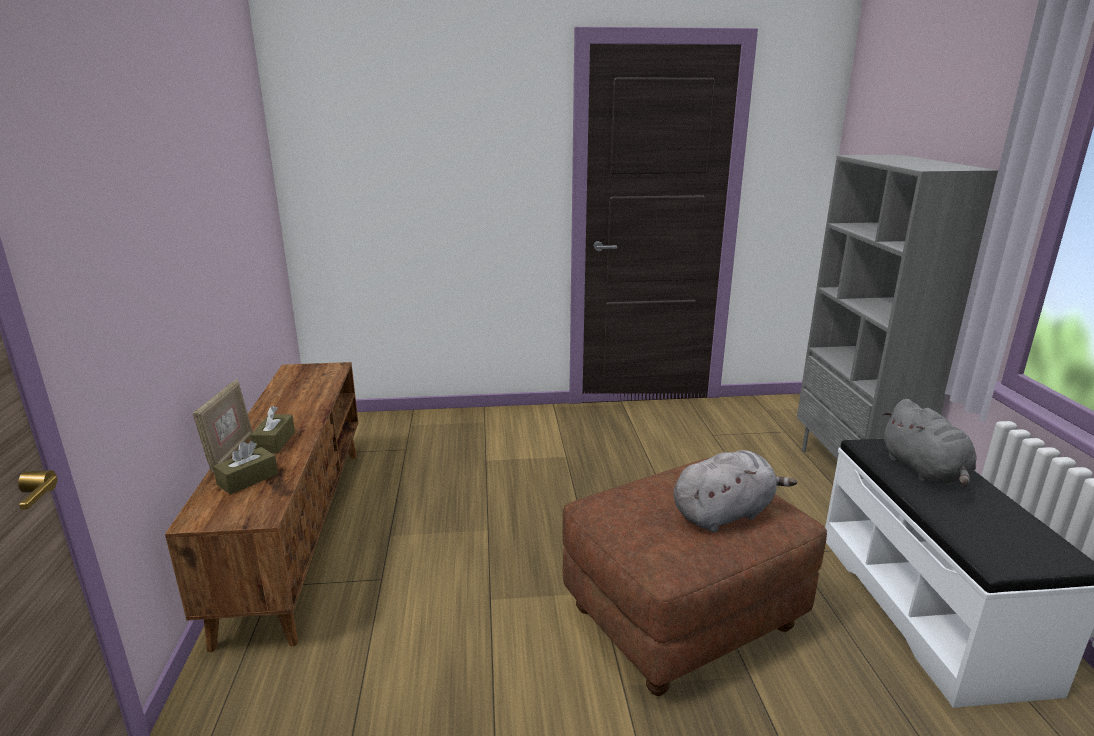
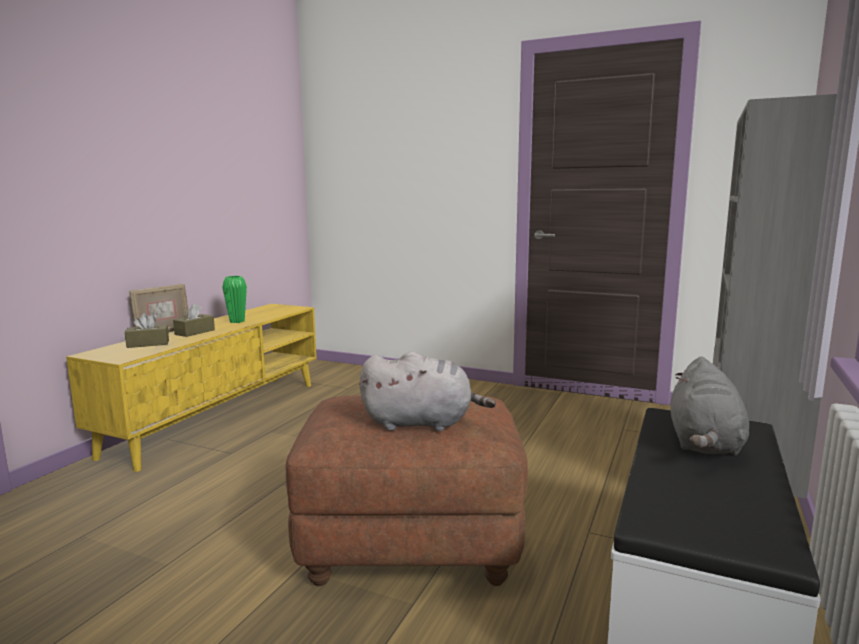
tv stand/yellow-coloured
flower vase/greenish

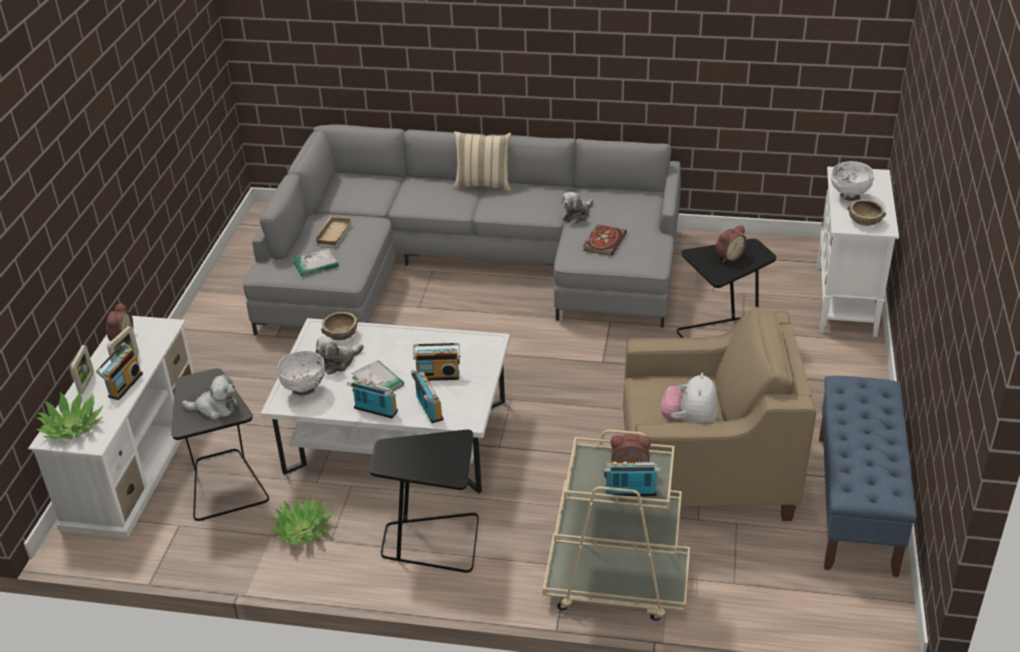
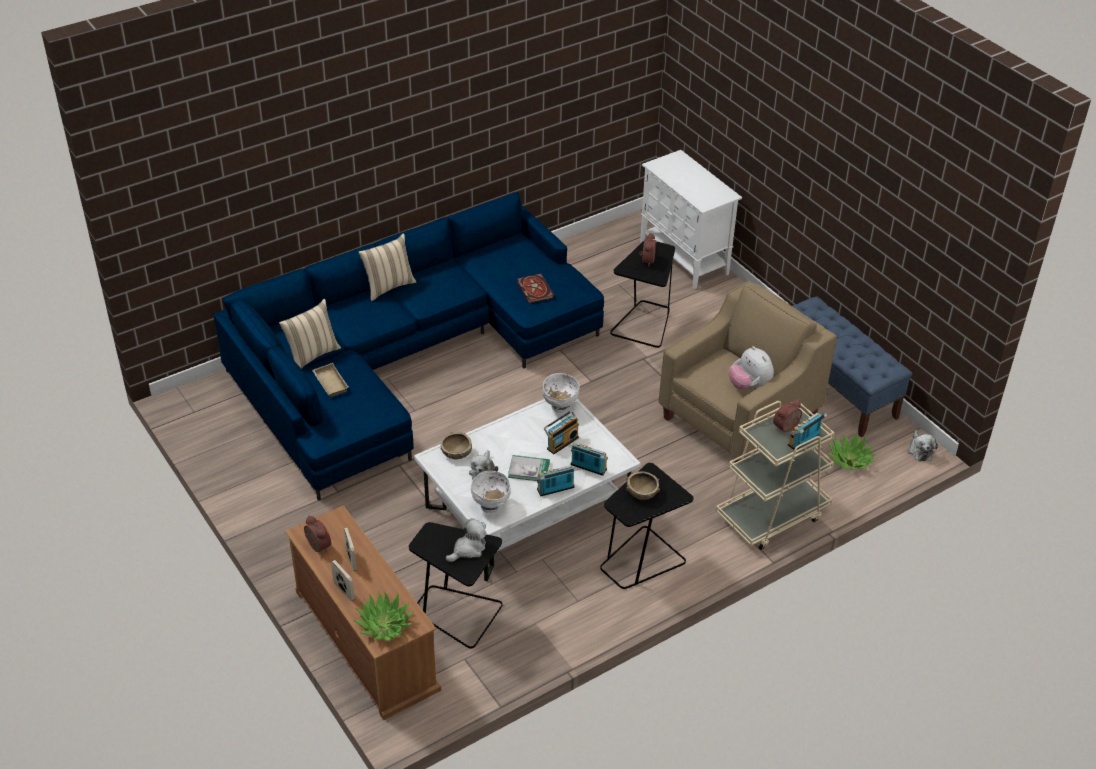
couch/bluish
bowl/white-coloured (no. 2 from left)
cuddly toy (no. 4 from left)
bowl/brownish (no. 2 from left)
volume (no. 1 from left in the first image)
tv stand/brownish
radio set (no. 1 from left in the first image)
potted plant (no. 2 from left)
pillow/sand-coloured (no. 1 from left)

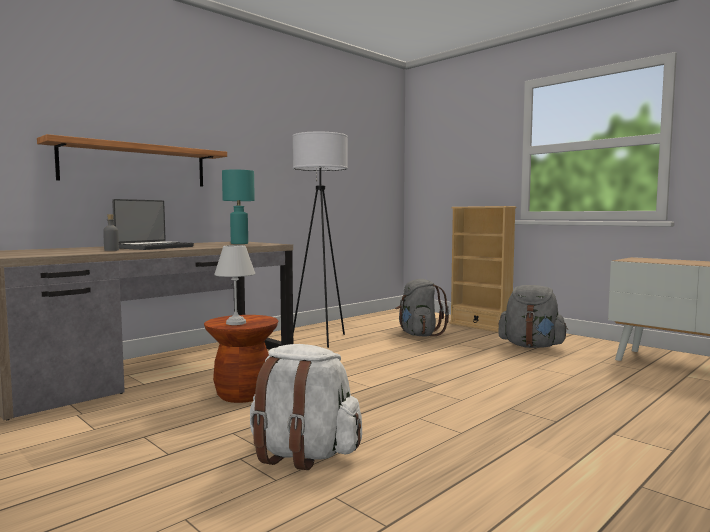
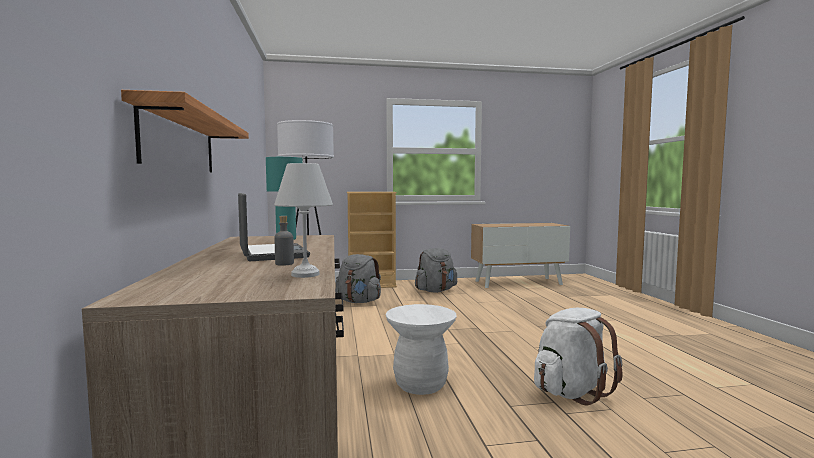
tabletop lamp/white-coloured
stool/white-coloured

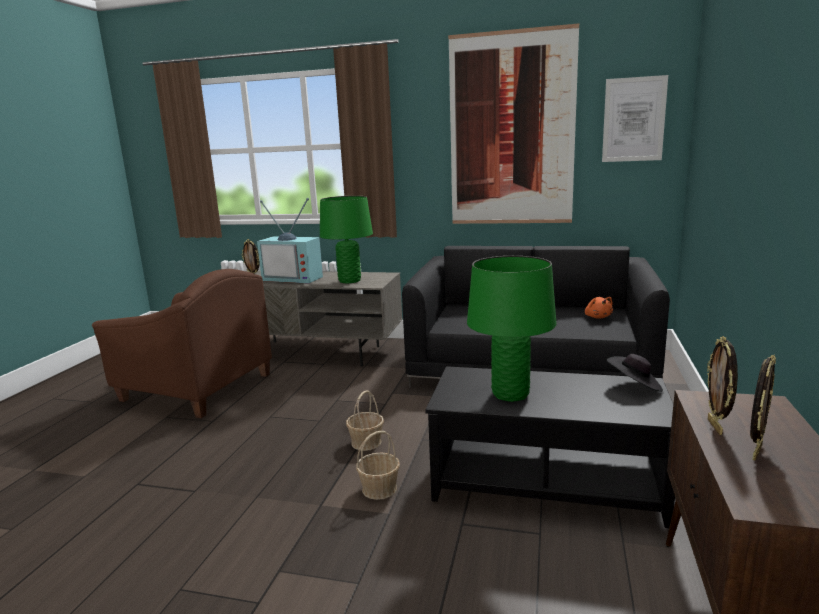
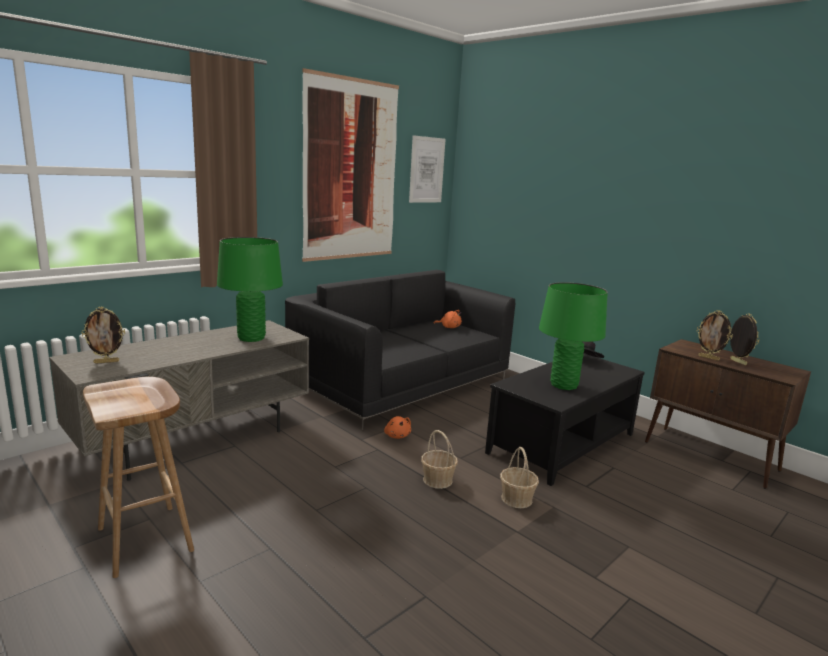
TV
stool/brownish
cuddly toy/orangey (no. 1 from left)

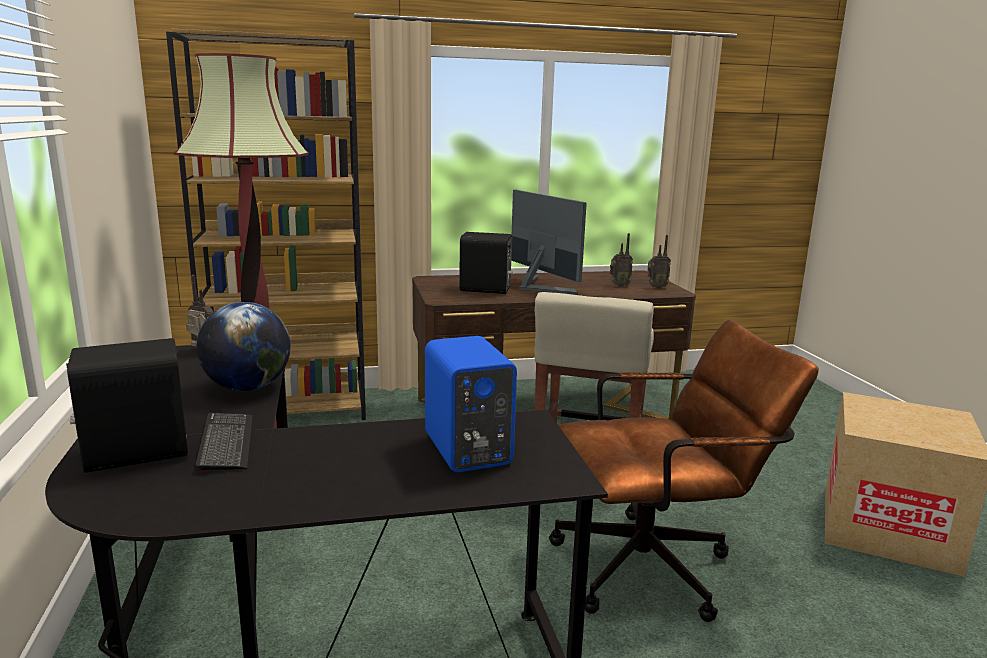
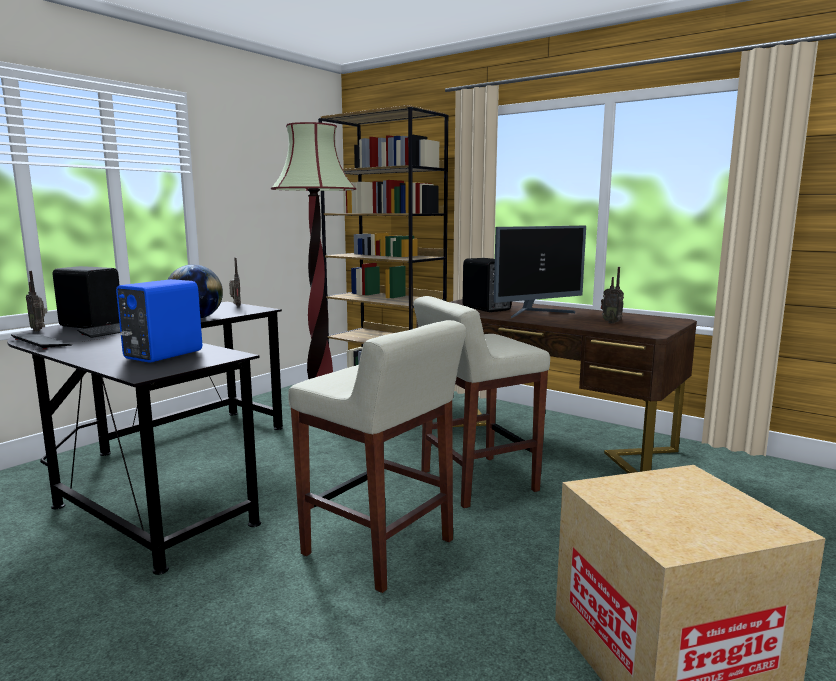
monitor
radio set (no. 1 from left)
stool/sand-coloured (no. 1 from left)
keyboard (no. 1 from left)

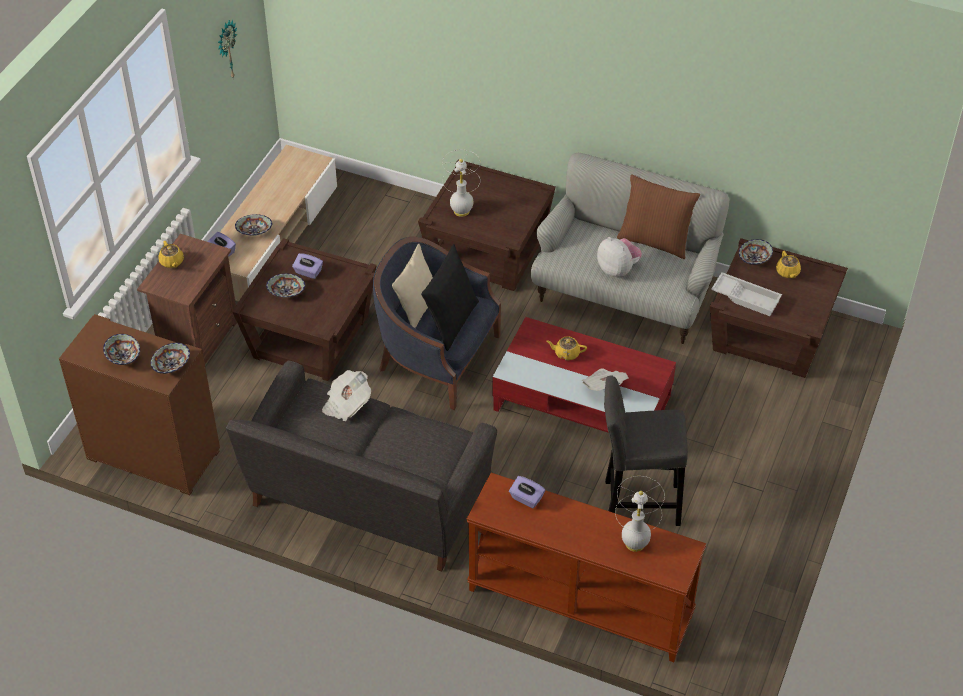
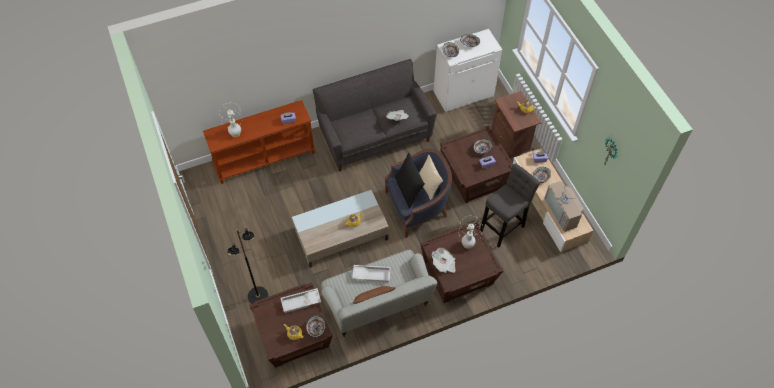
tray/white-coloured (no. 2 from left)
cupboard/white-coloured
coffee table/sand-coloured
daily paper (no. 2 from left)
stool/grey
TV
standing lamp/blackish

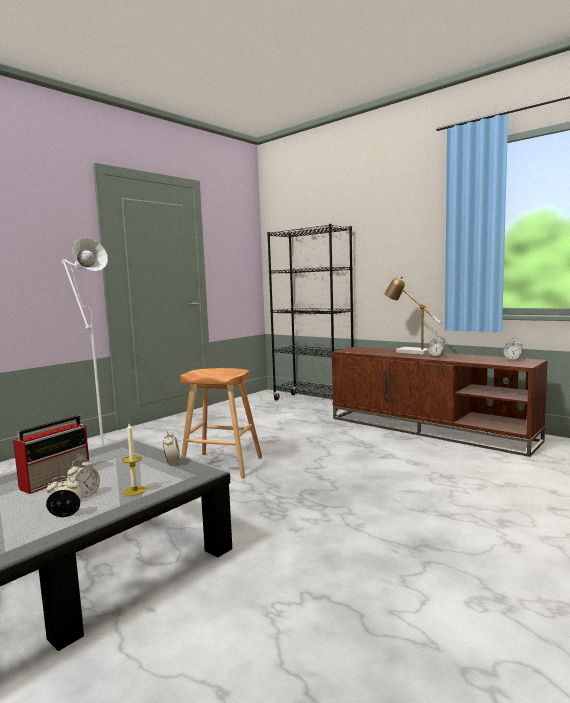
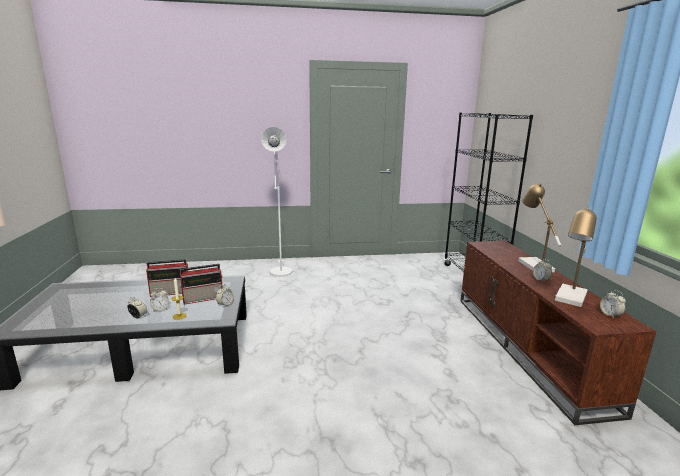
stool/brownish
tabletop lamp (no. 2 from left)
radio set (no. 2 from left)

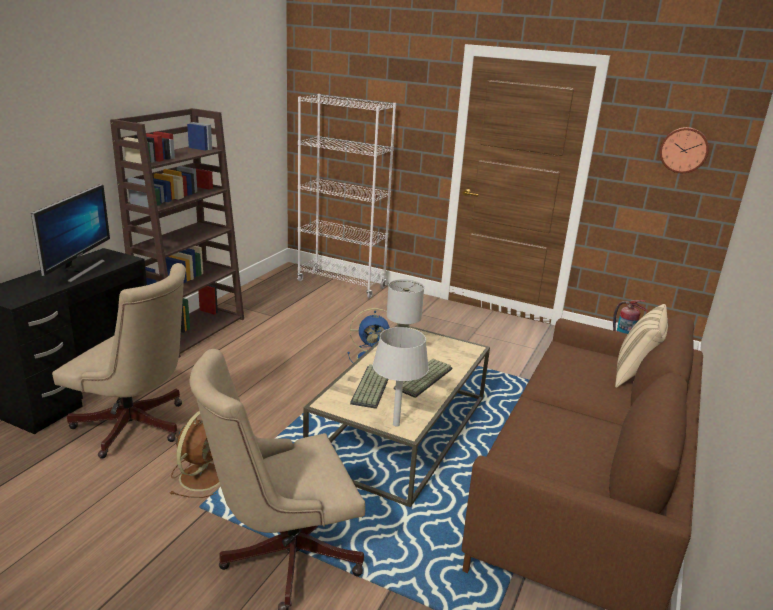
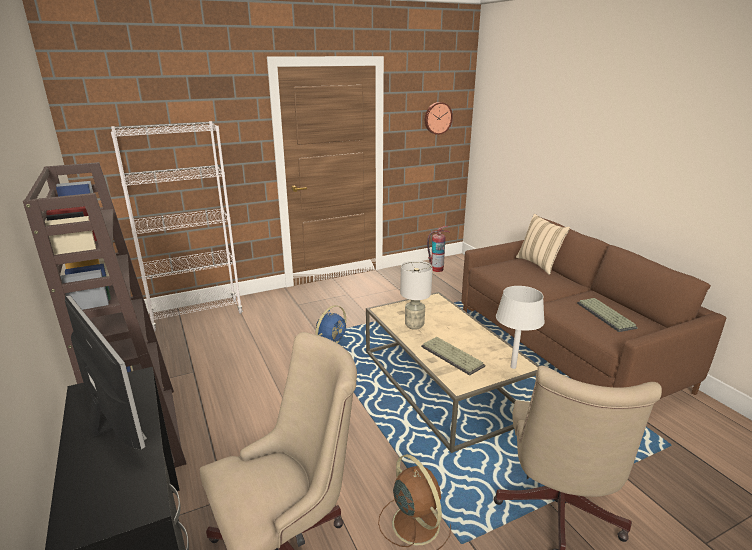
keyboard (no. 2 from left)

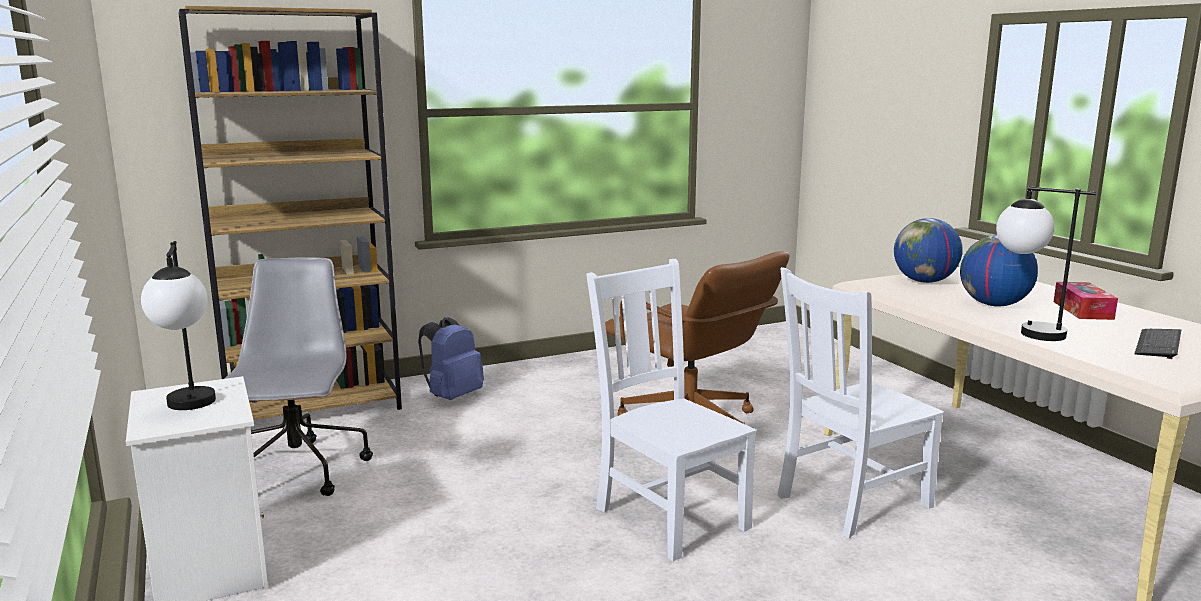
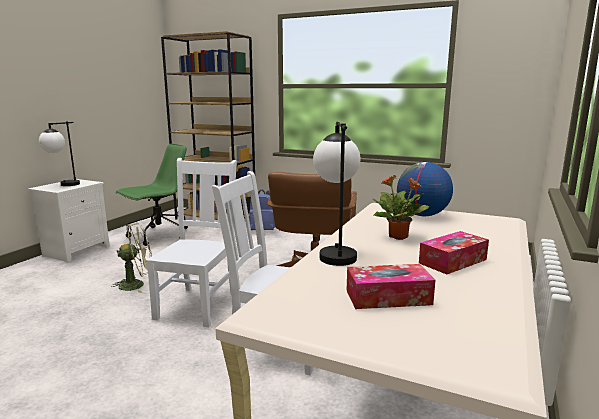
potted plant
office chair/greenish
tissue holder (no. 1 from left)
cooling fan/greenish

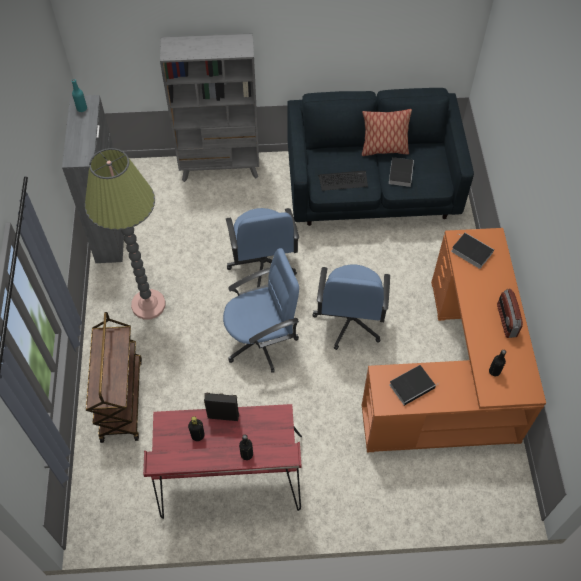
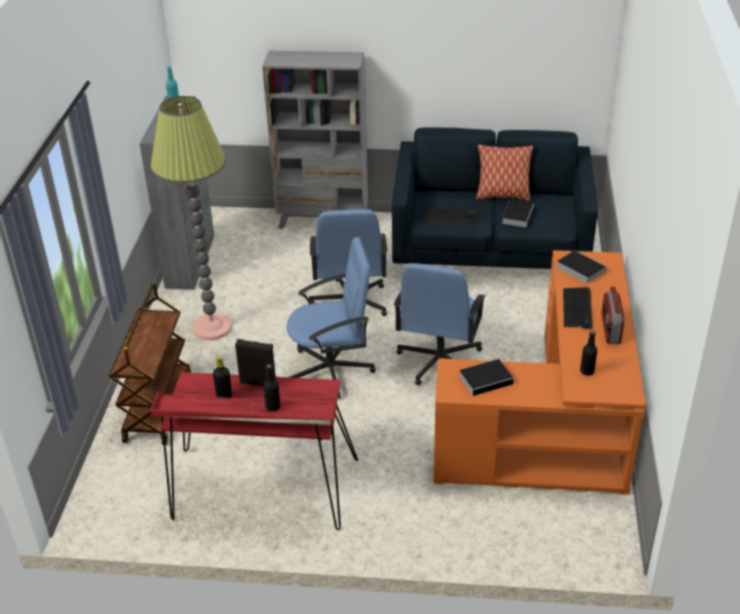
keyboard (no. 2 from left)

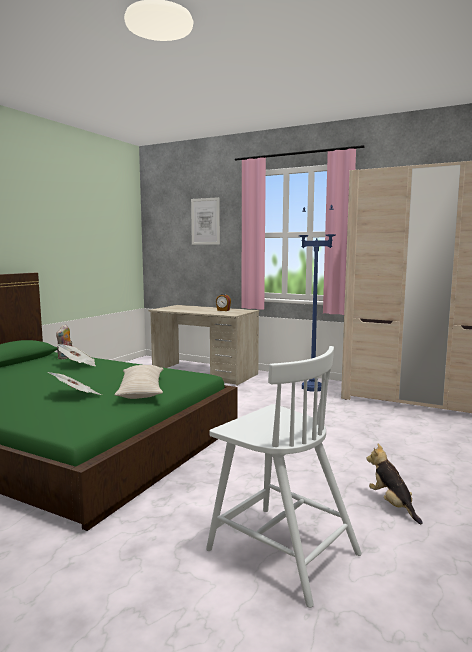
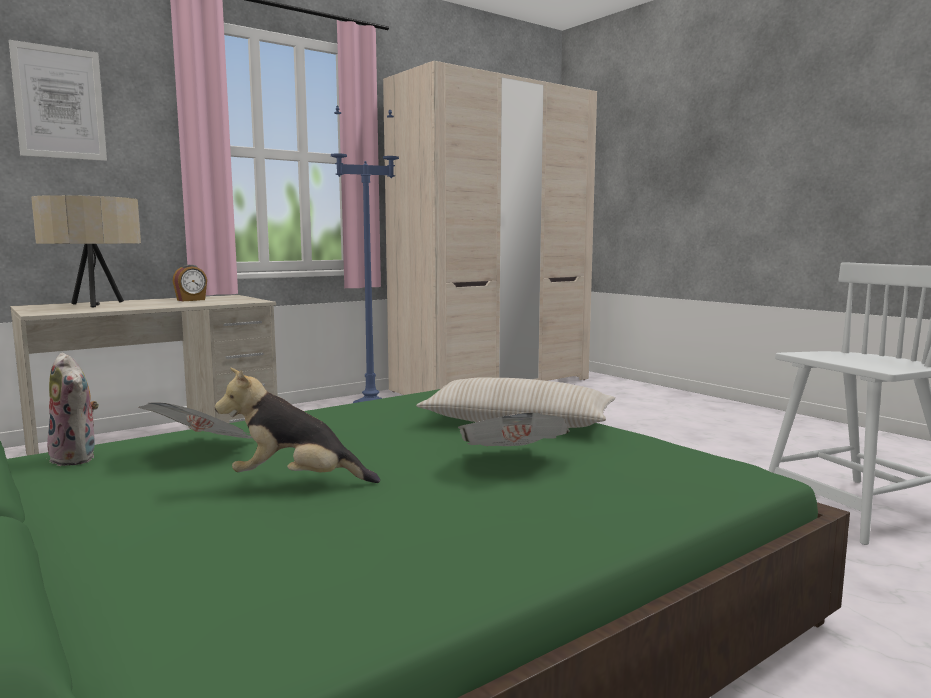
cuddly toy (no. 2 from left)
tabletop lamp/sand-coloured

